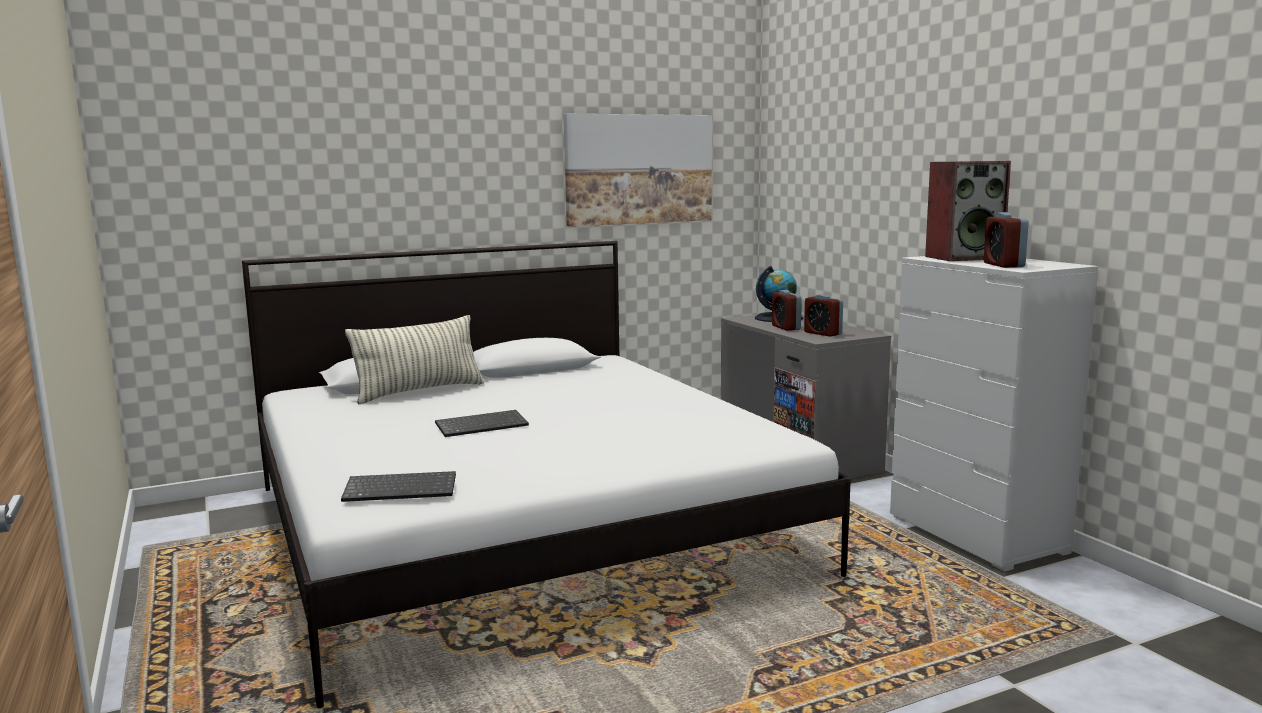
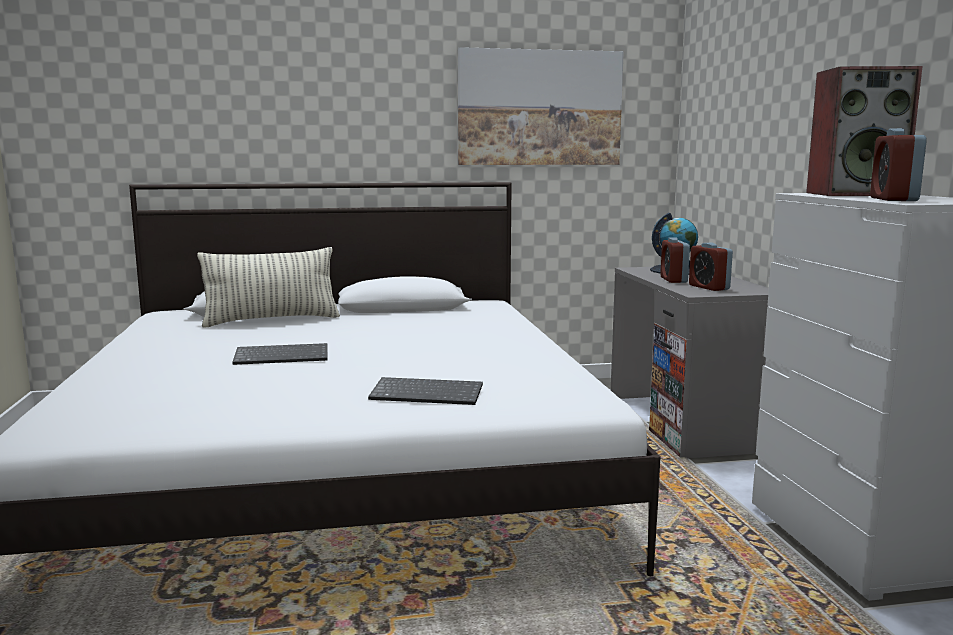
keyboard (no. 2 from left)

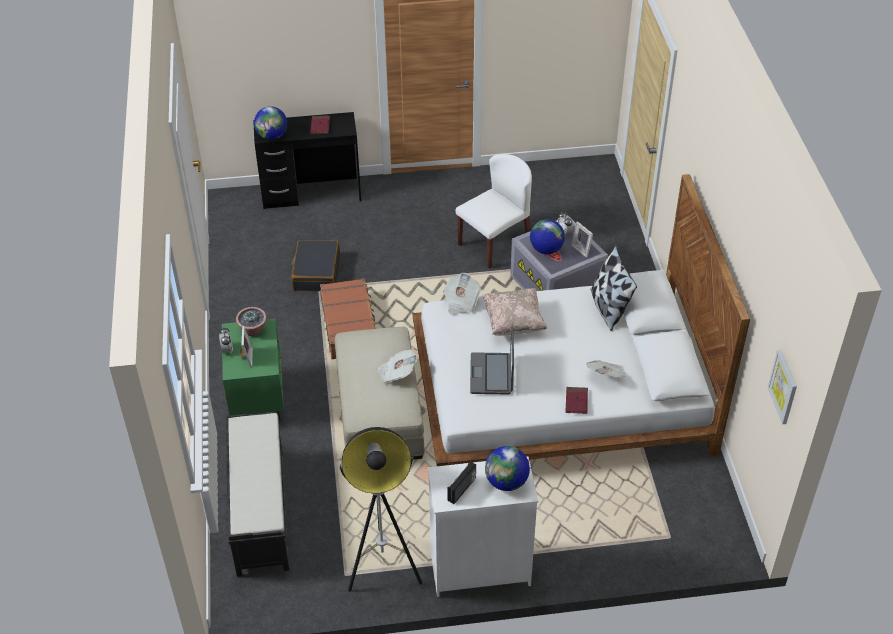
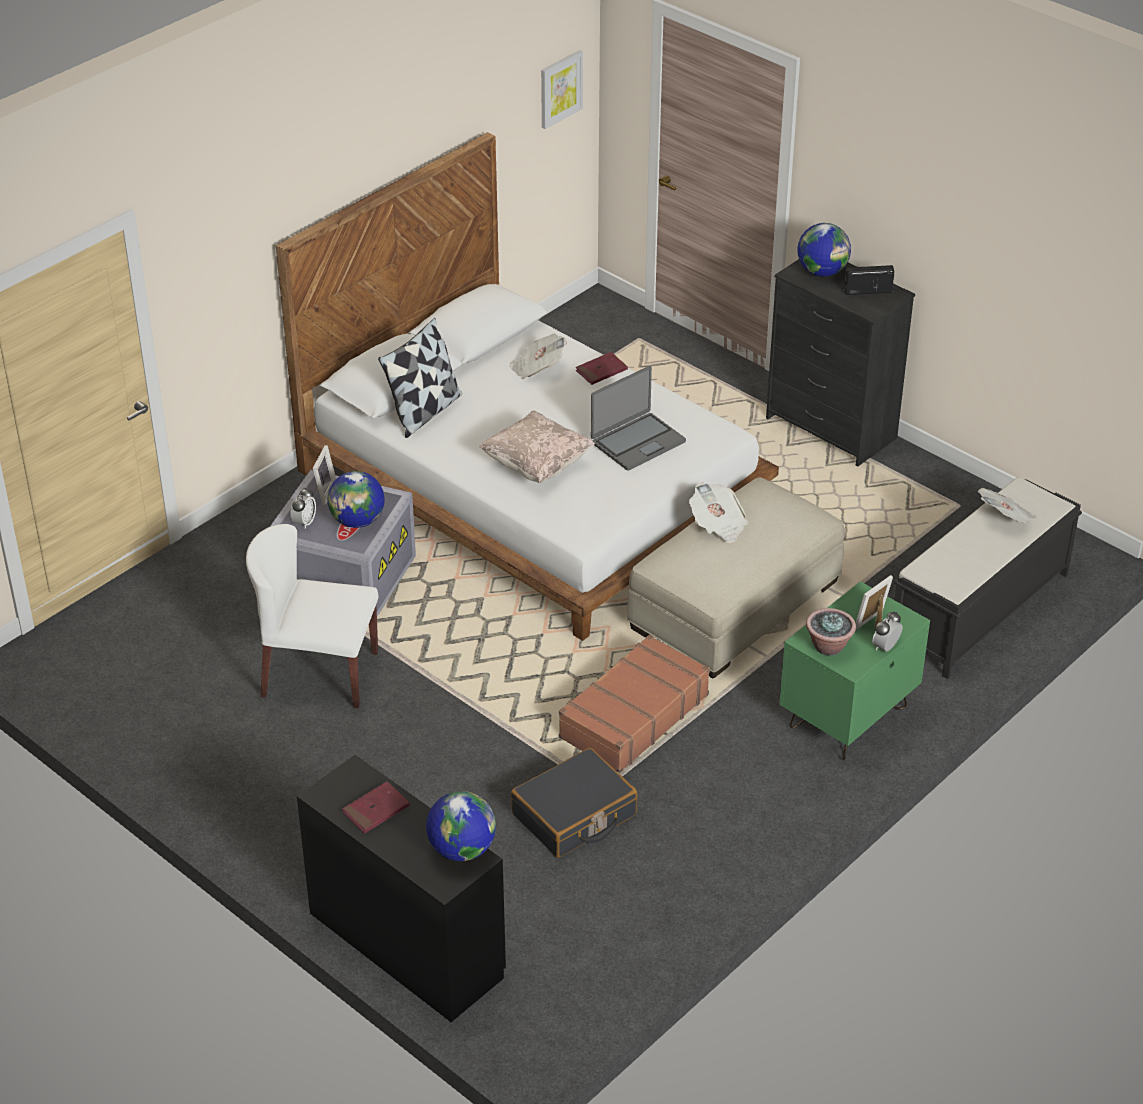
daily paper (no. 3 from left)
standing lamp
chest of drawers/blackish

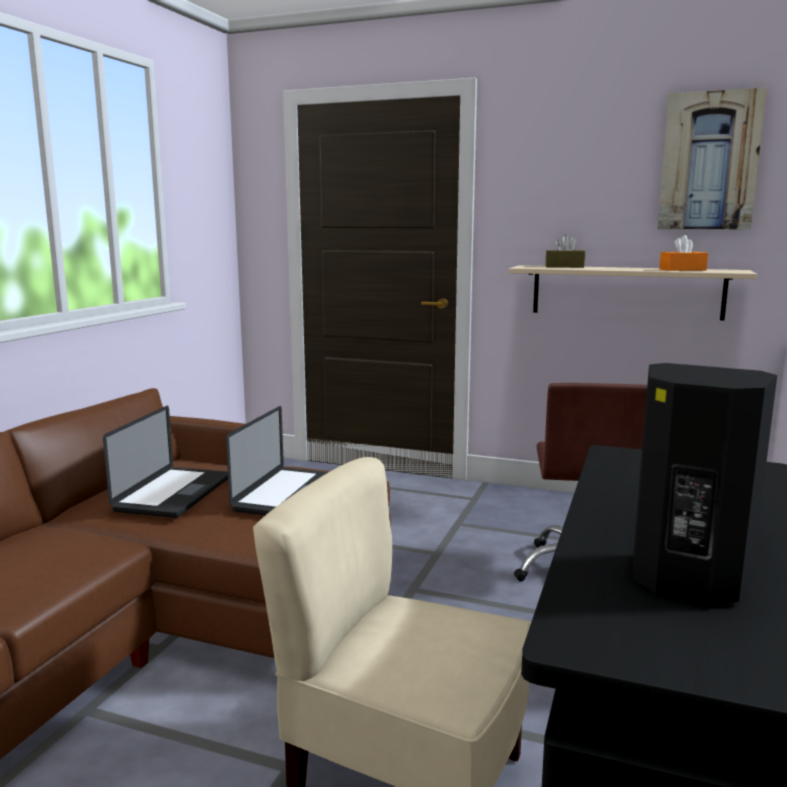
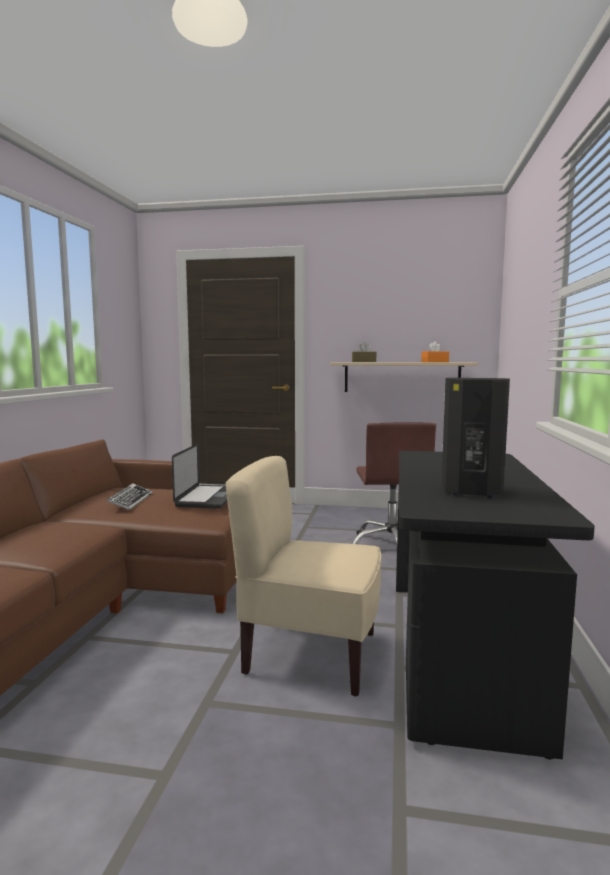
picture
keyboard

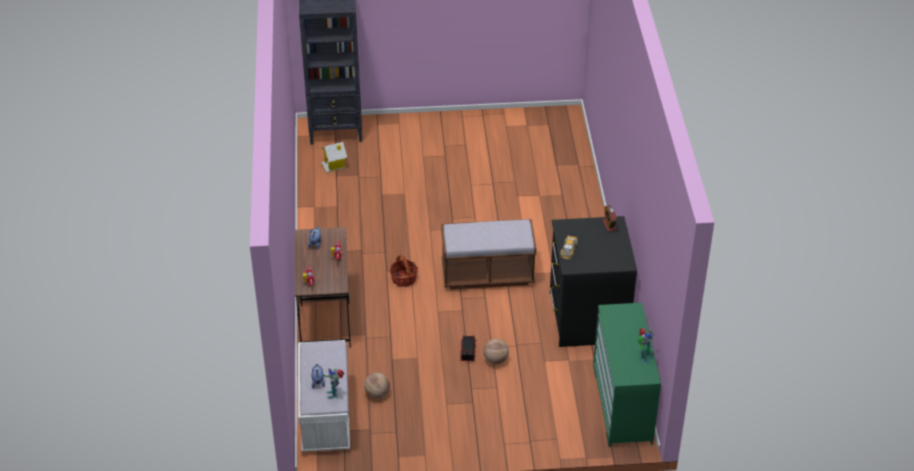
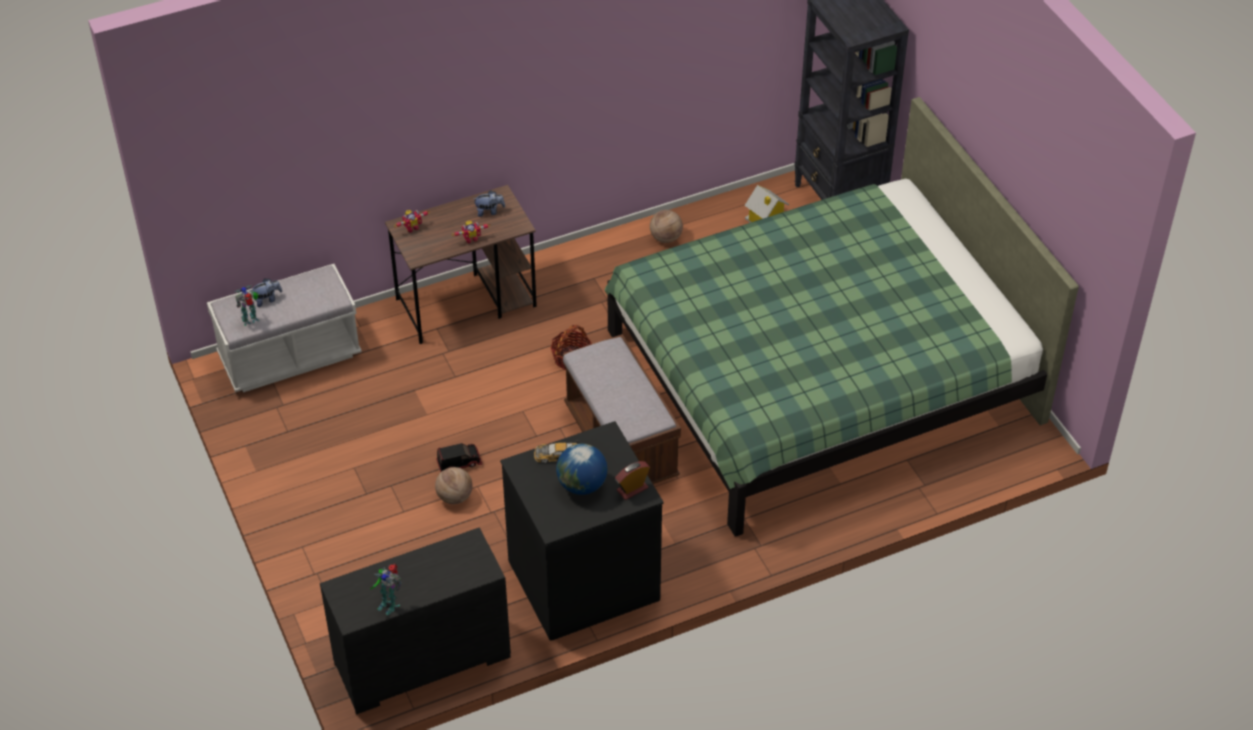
chest of drawers/blackish (no. 1 from left)
basketball (no. 2 from left)
bed/greenish
desk globe

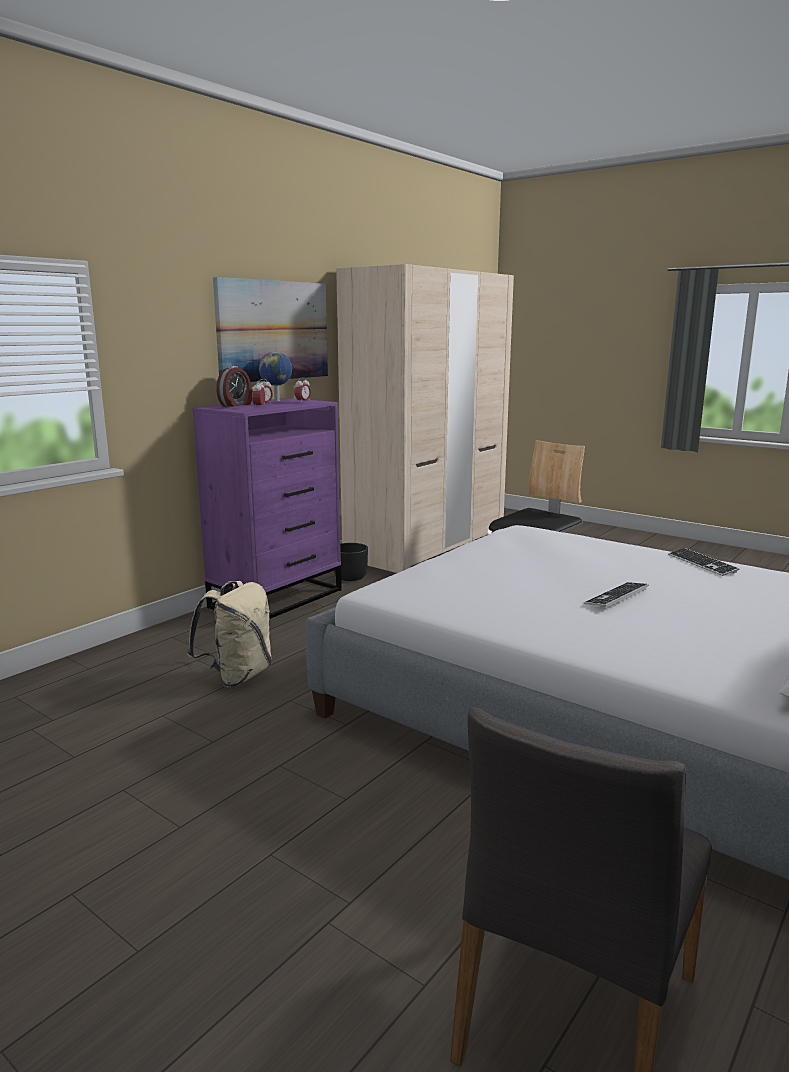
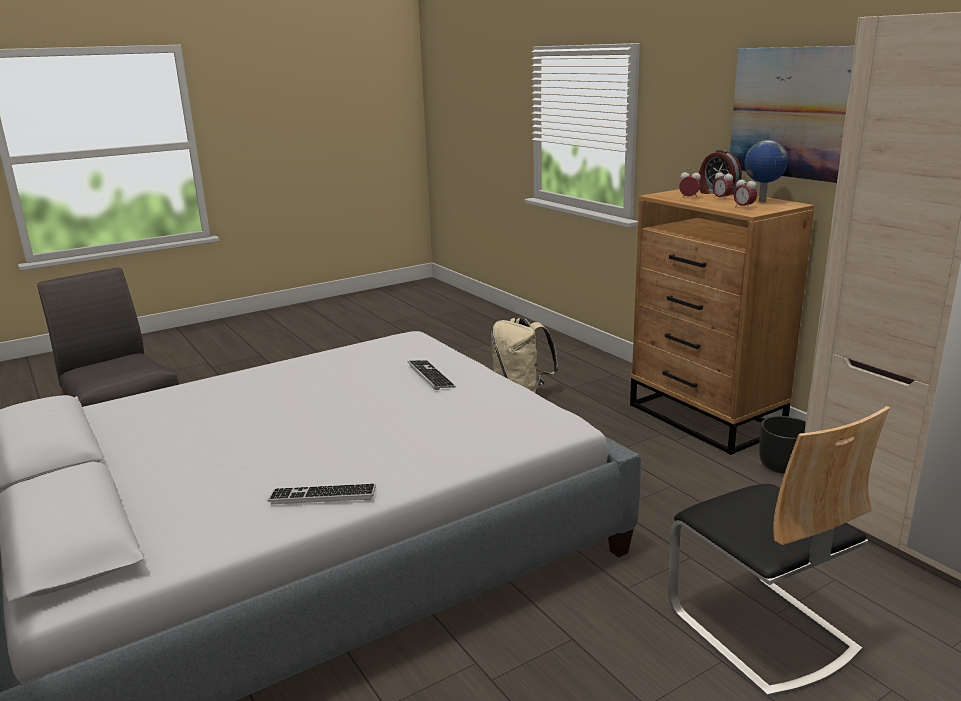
chest of drawers/brownish
keyboard (no. 2 from left)

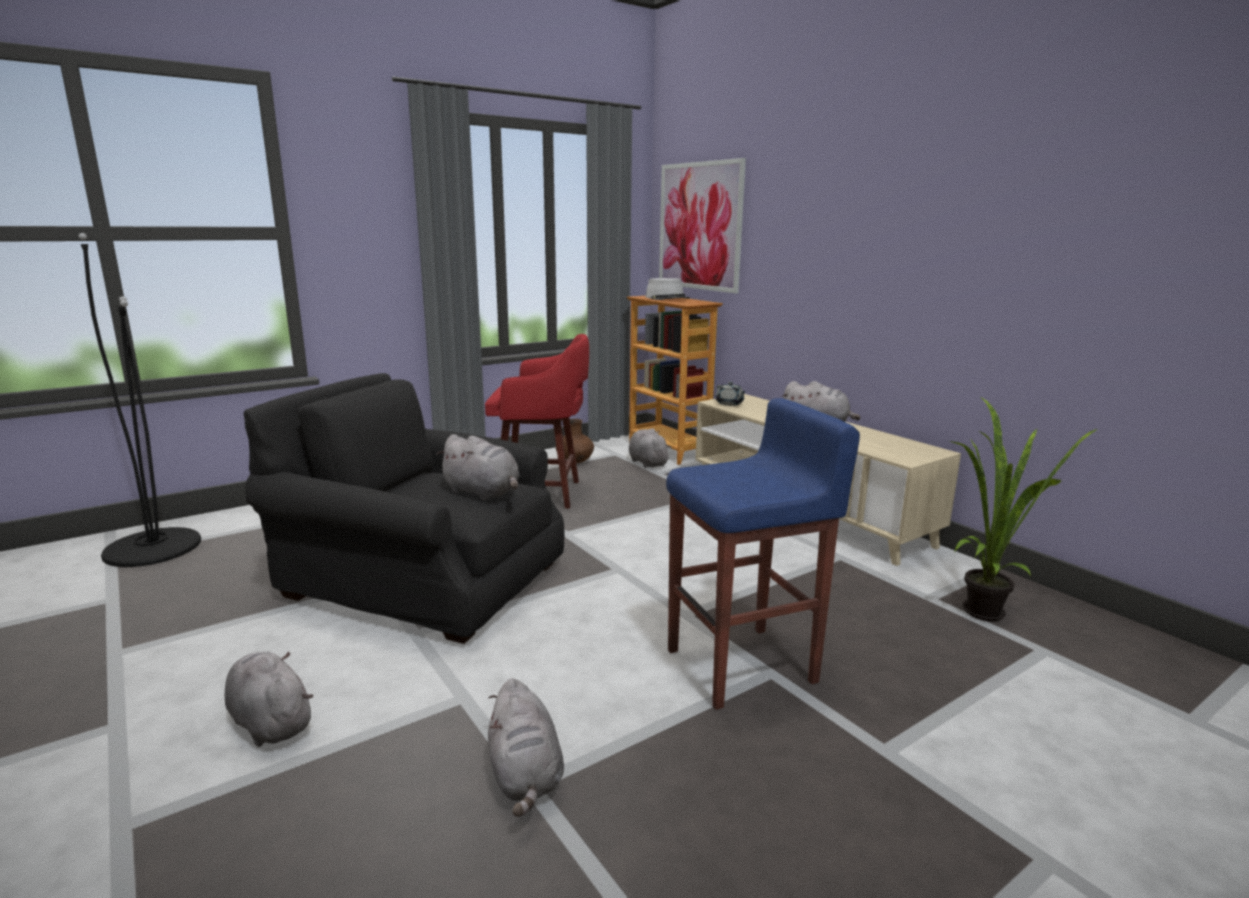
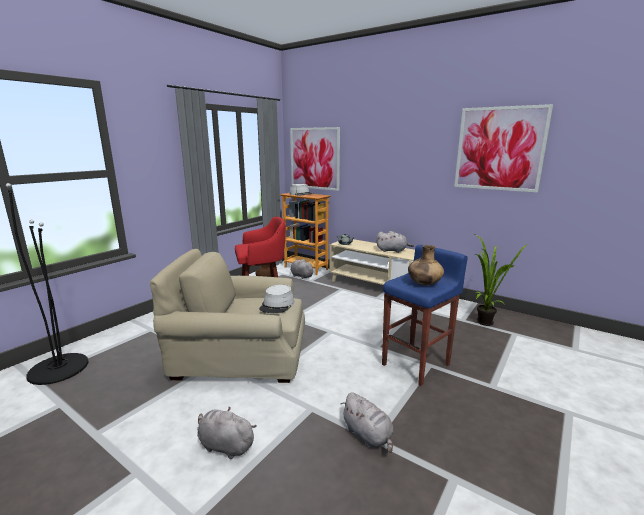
easy chair/sand-coloured
clothing hat/grey (no. 1 from left)
picture (no. 2 from left)
flower vase/brownish (no. 2 from left)

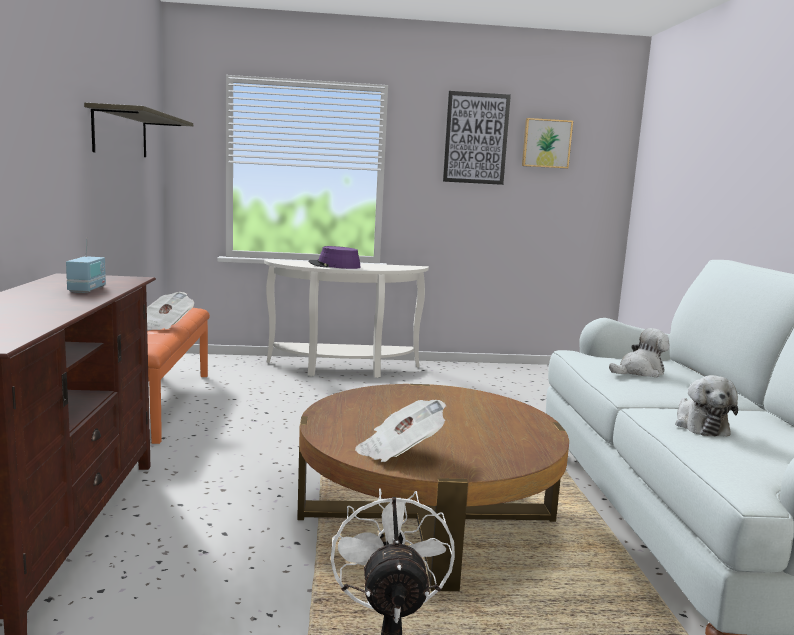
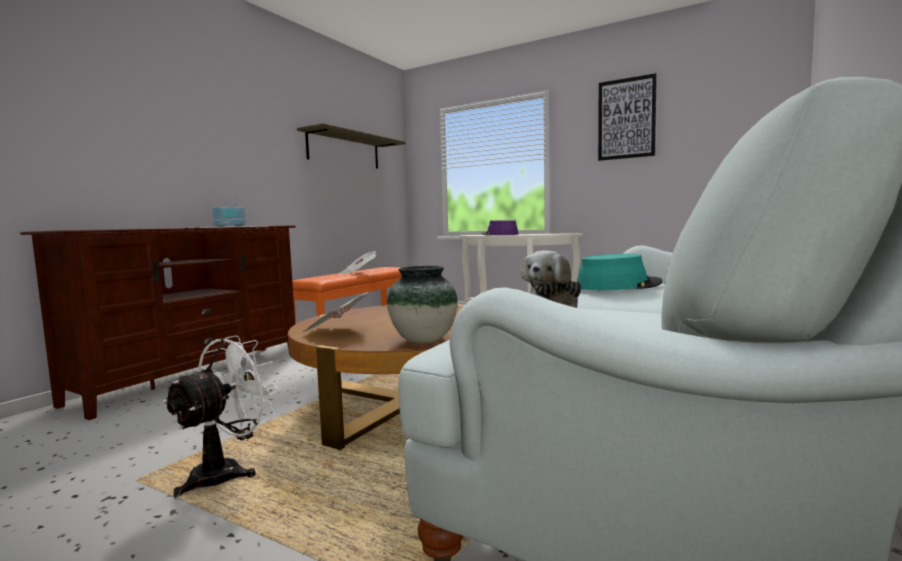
picture (no. 2 from left in the first image)
clothing hat/blue-green
flower vase

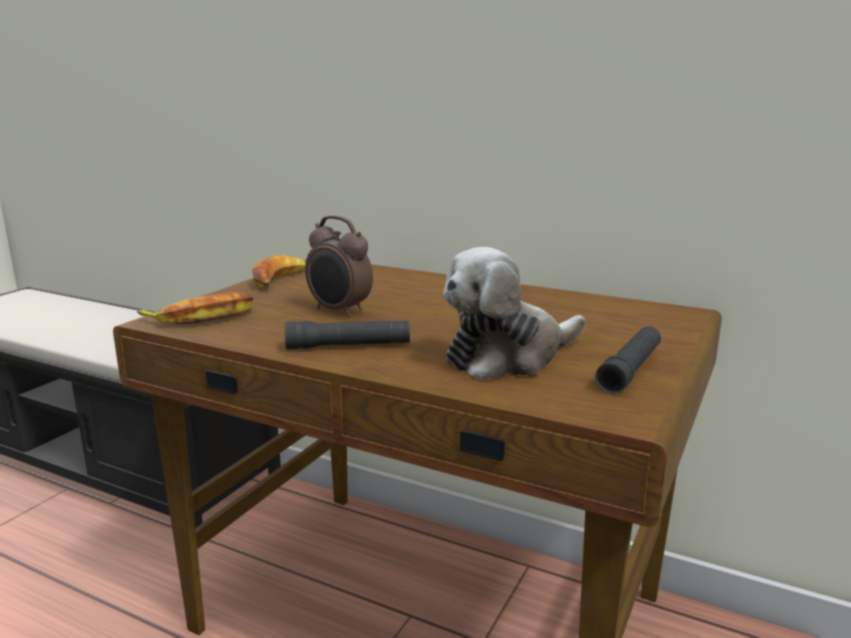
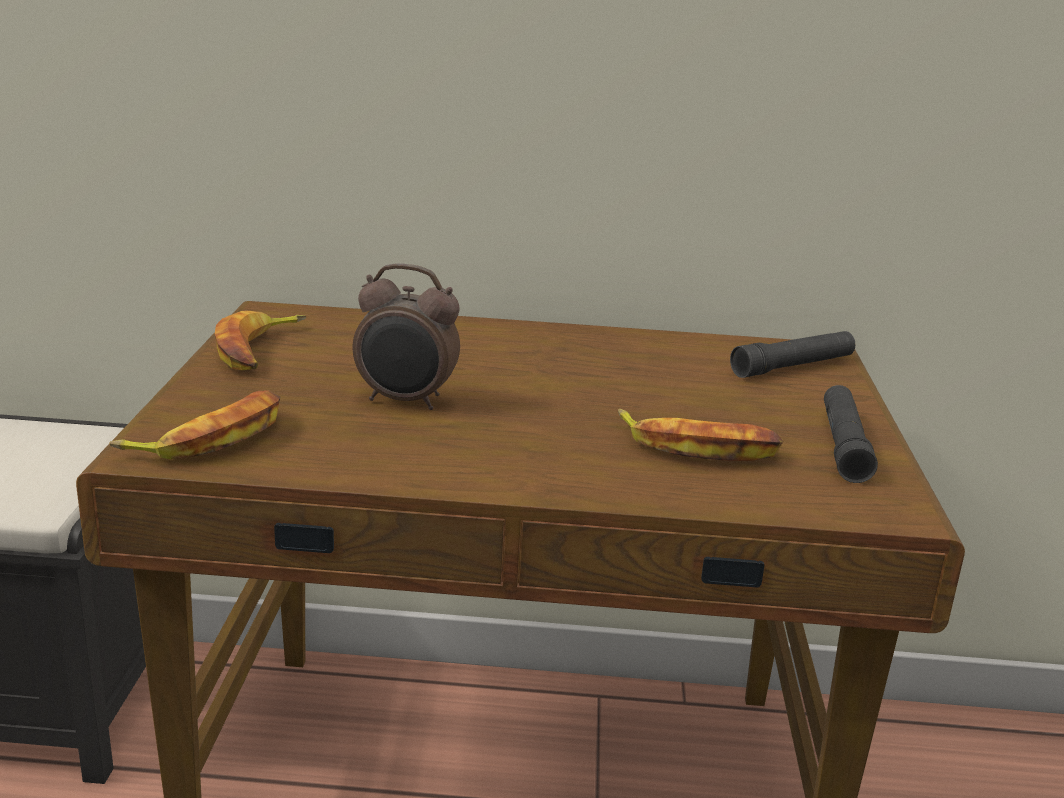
whole banana (no. 3 from left)
hand torch/blackish (no. 1 from left)

